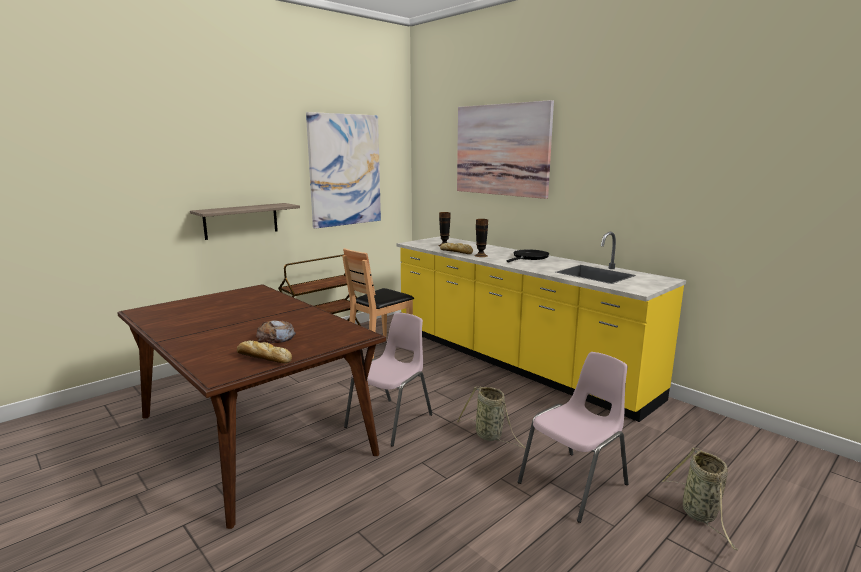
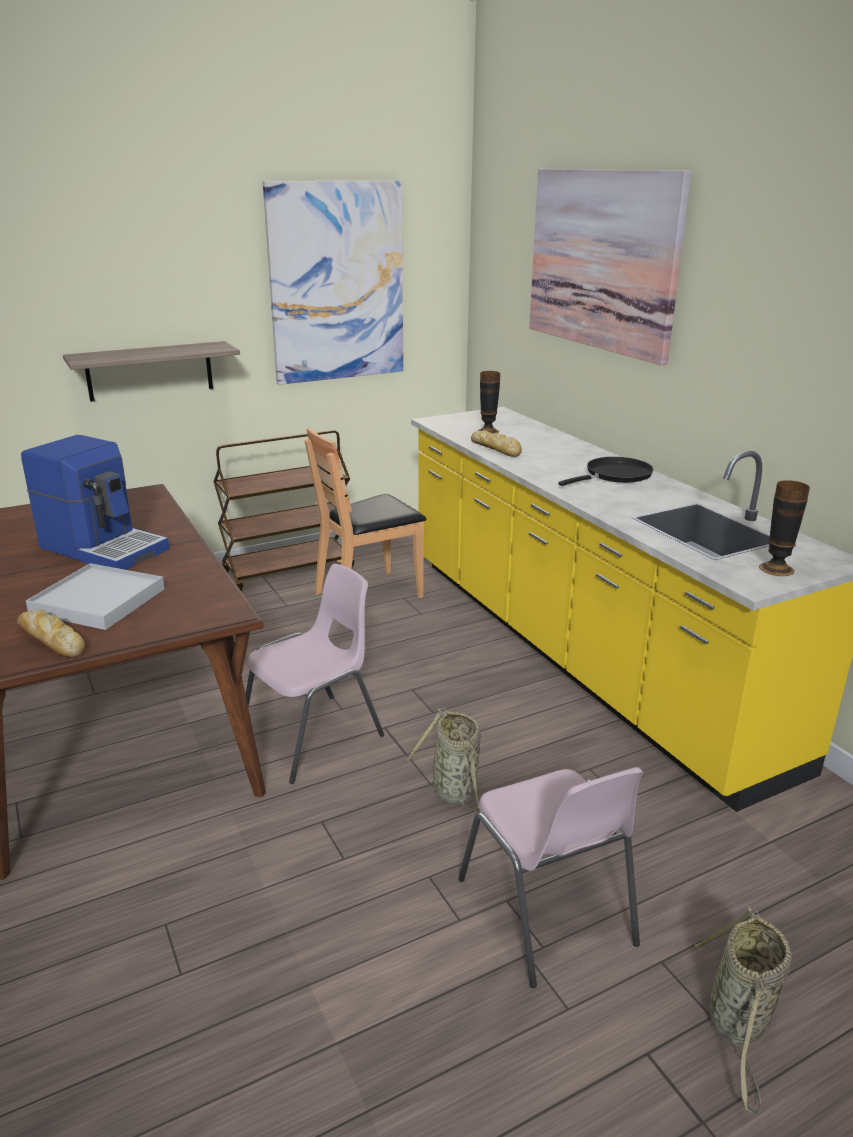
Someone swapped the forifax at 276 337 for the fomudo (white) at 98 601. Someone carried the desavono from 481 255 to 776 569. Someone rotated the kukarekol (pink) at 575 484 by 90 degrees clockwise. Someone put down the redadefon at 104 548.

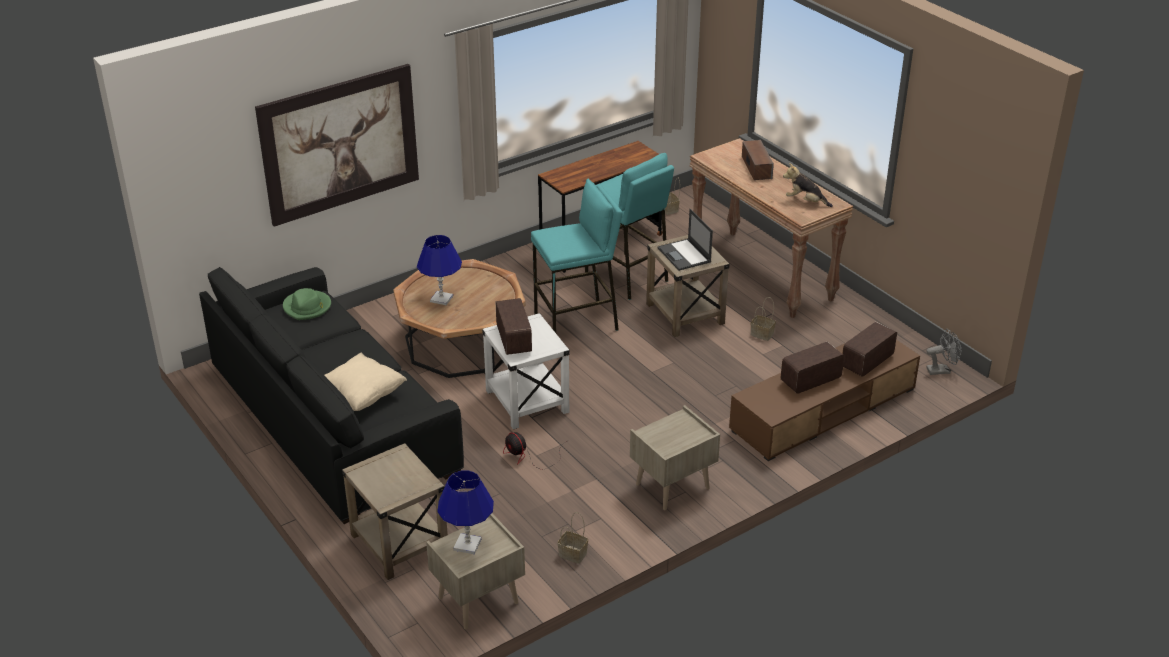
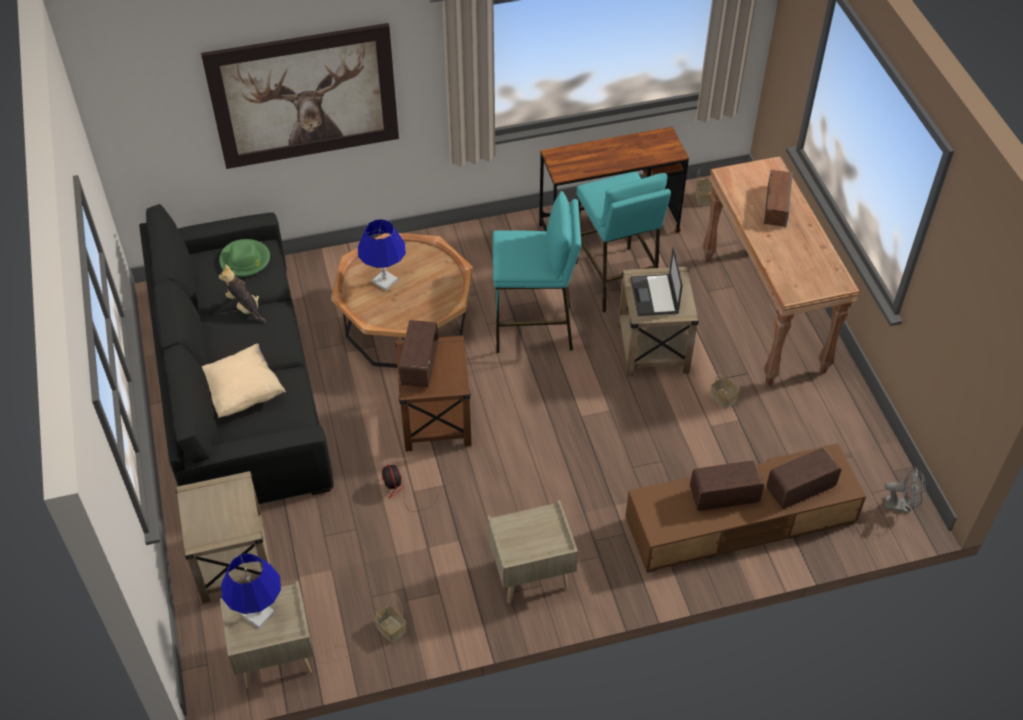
Someone repainted the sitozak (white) at 527 401, which became the sitozak (brown) at 435 419. Someone carried the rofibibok from 805 201 to 245 307.

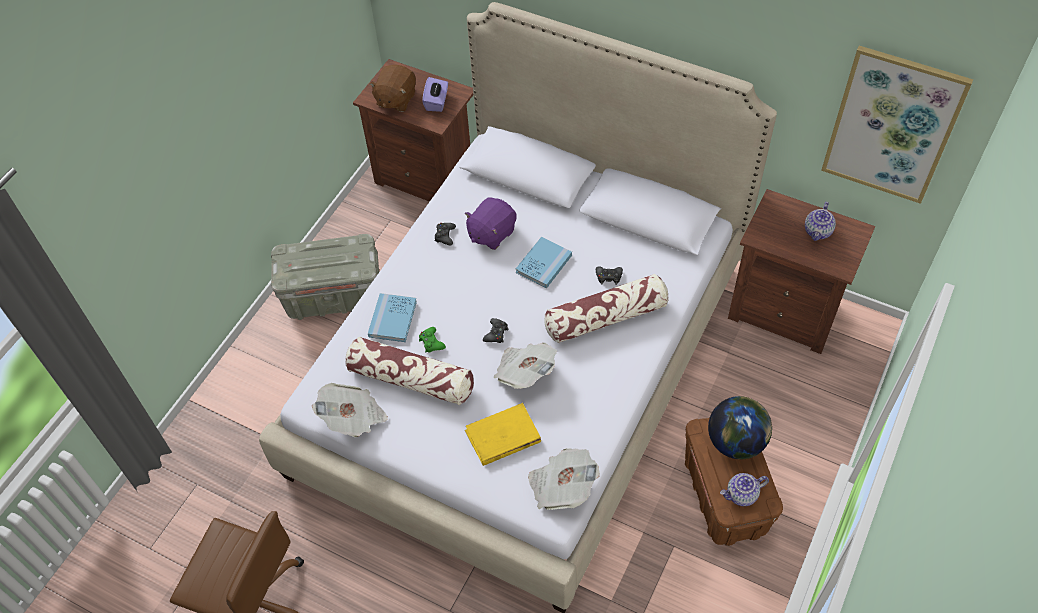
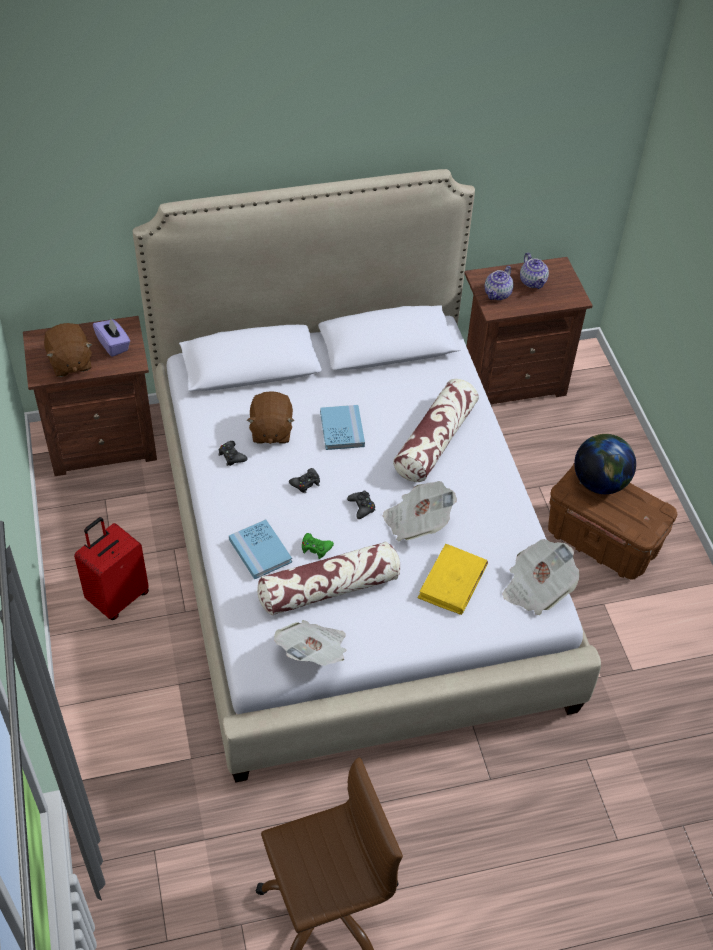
Someone swapped the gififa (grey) at 334 296 for the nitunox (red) at 117 597. Someone repainted the rofibibok (purple) at 491 233, which became the rofibibok (brown) at 270 431. Someone carried the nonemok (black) from 608 277 to 306 483. Someone carried the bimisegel from 741 495 to 498 294. Someone took away the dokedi at 892 125.

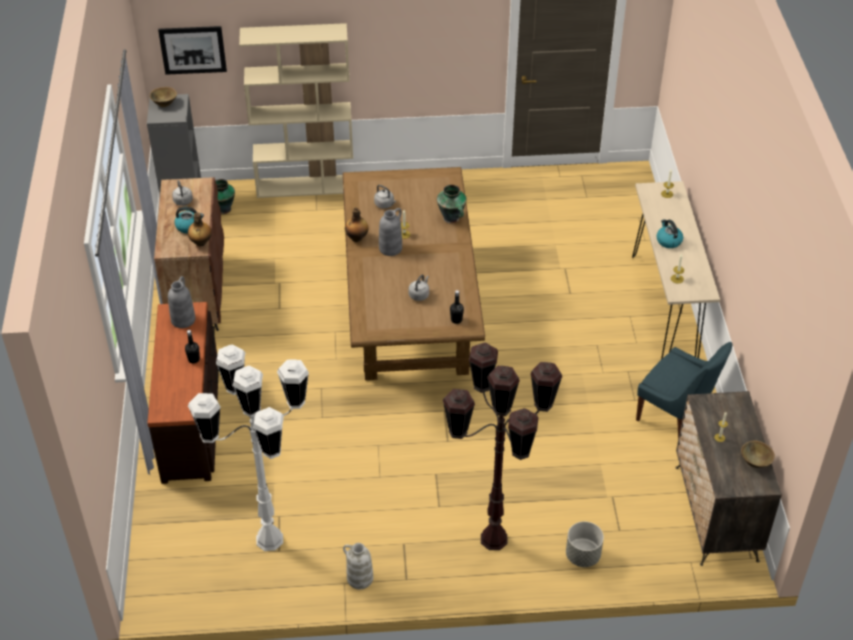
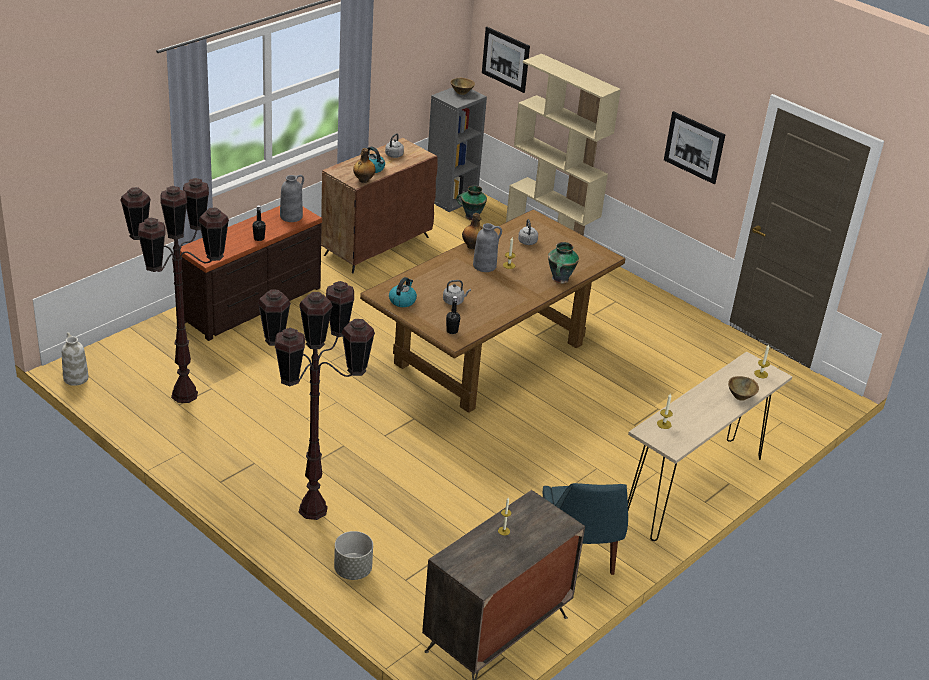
Someone repainted the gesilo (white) at 269 539, which became the gesilo (brown) at 184 394. Someone carried the desavono (white) from 359 578 to 75 378. Someone carried the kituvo from 668 241 to 402 300. Someone carried the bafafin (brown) from 755 462 to 741 396. Someone put up the dokedi at 694 147.

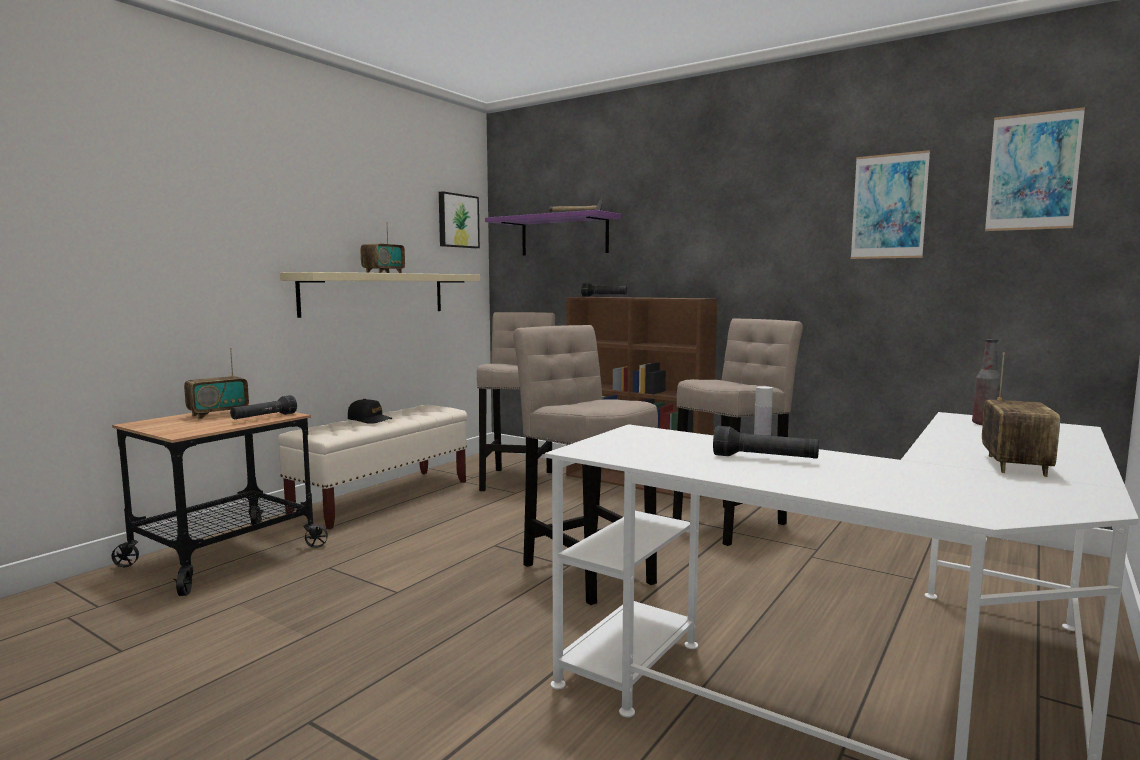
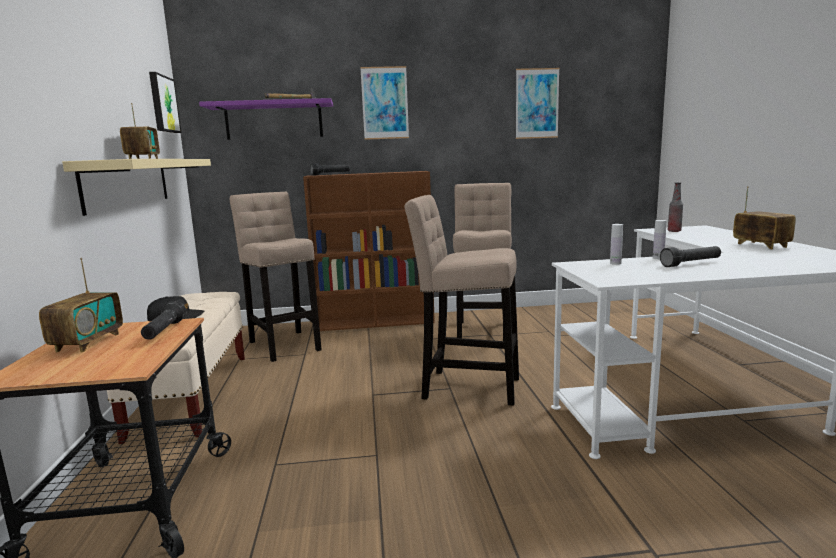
Someone carried the dokedi from 1032 172 to 385 103. Someone put down the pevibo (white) at 615 263.

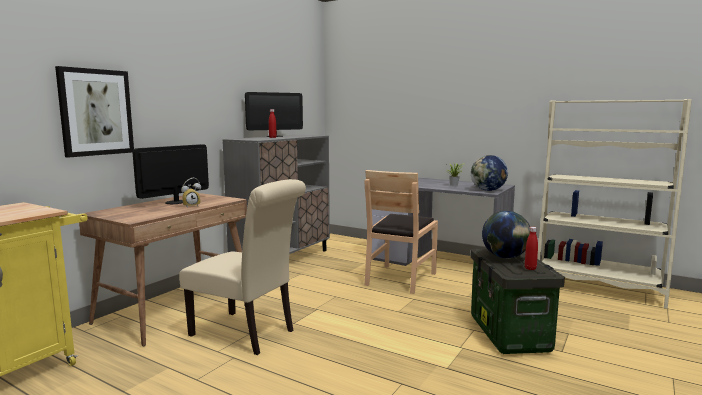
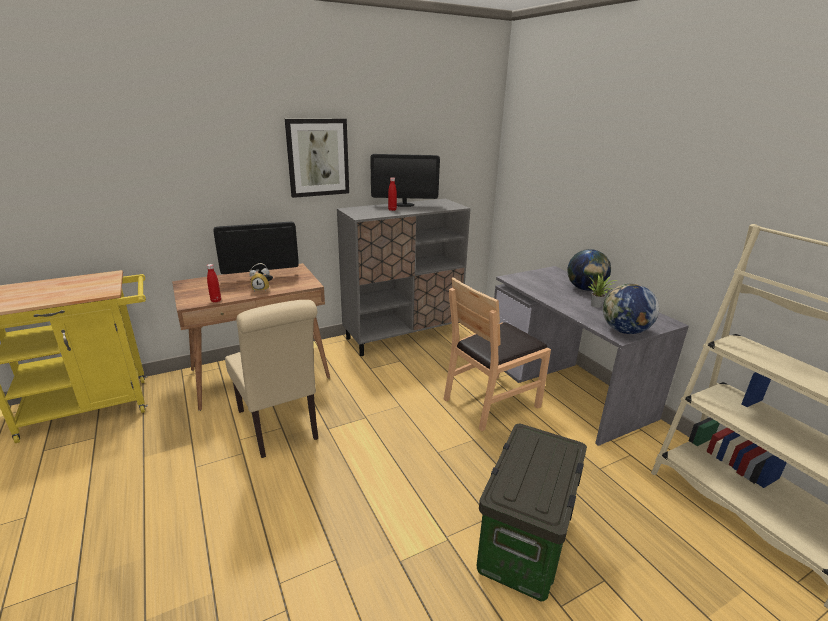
Someone carried the dokedi from 96 112 to 318 157. Someone carried the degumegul from 505 257 to 585 289. Someone carried the pevibo (red) from 530 268 to 216 300.

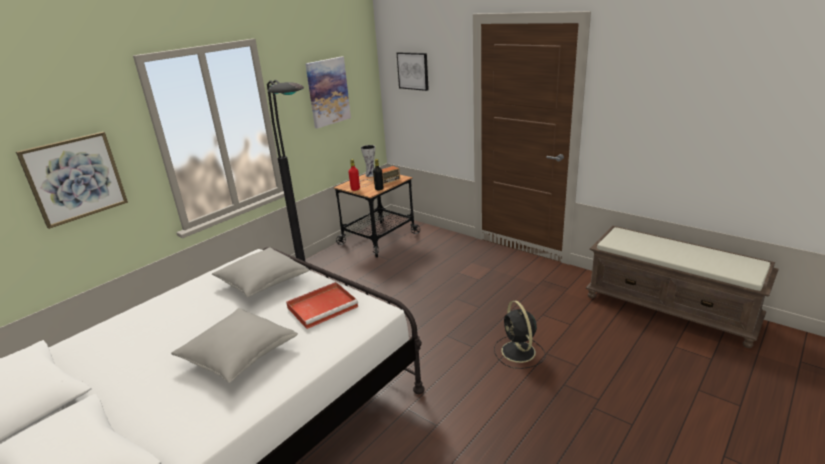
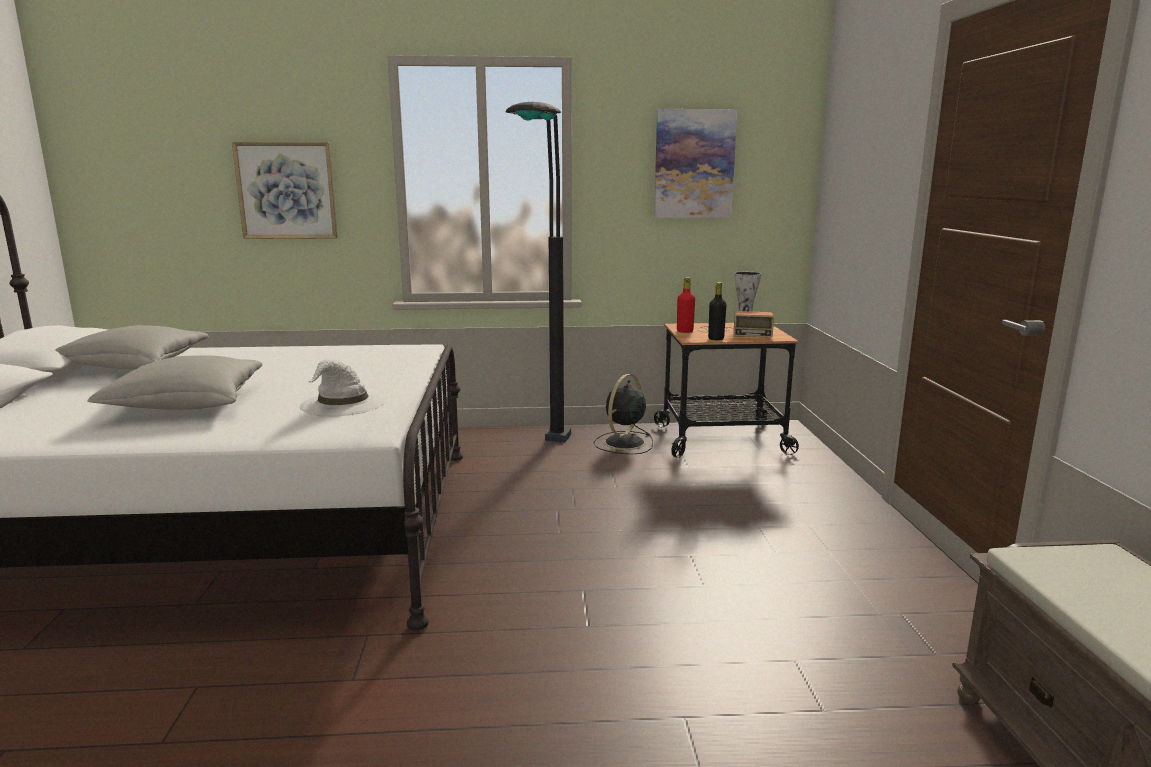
Someone carried the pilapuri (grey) from 262 282 to 134 365. Someone swapped the fomudo (red) at 323 306 for the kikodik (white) at 343 404. Someone took away the dokedi at 413 71. Someone carried the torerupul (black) from 519 352 to 623 443.

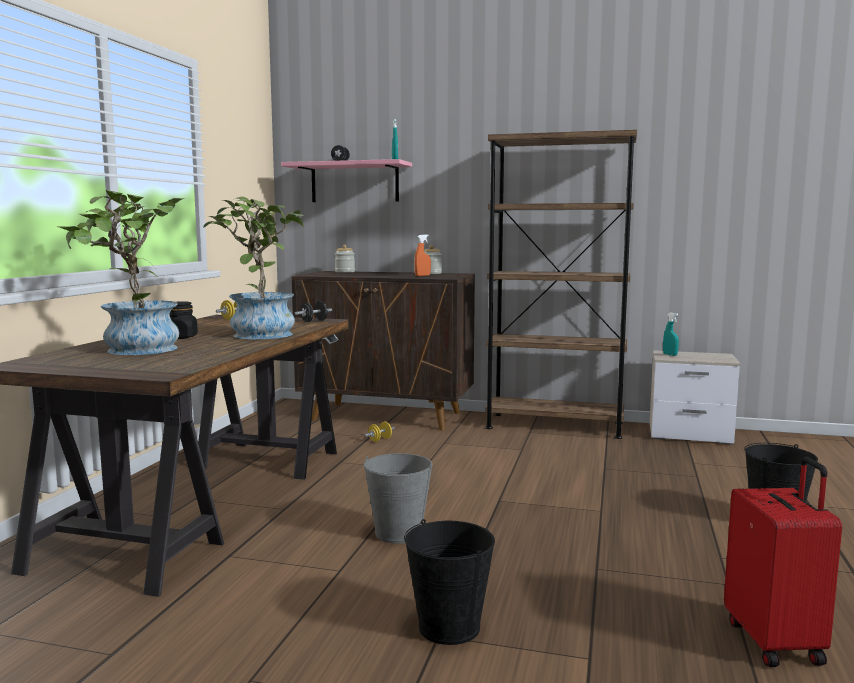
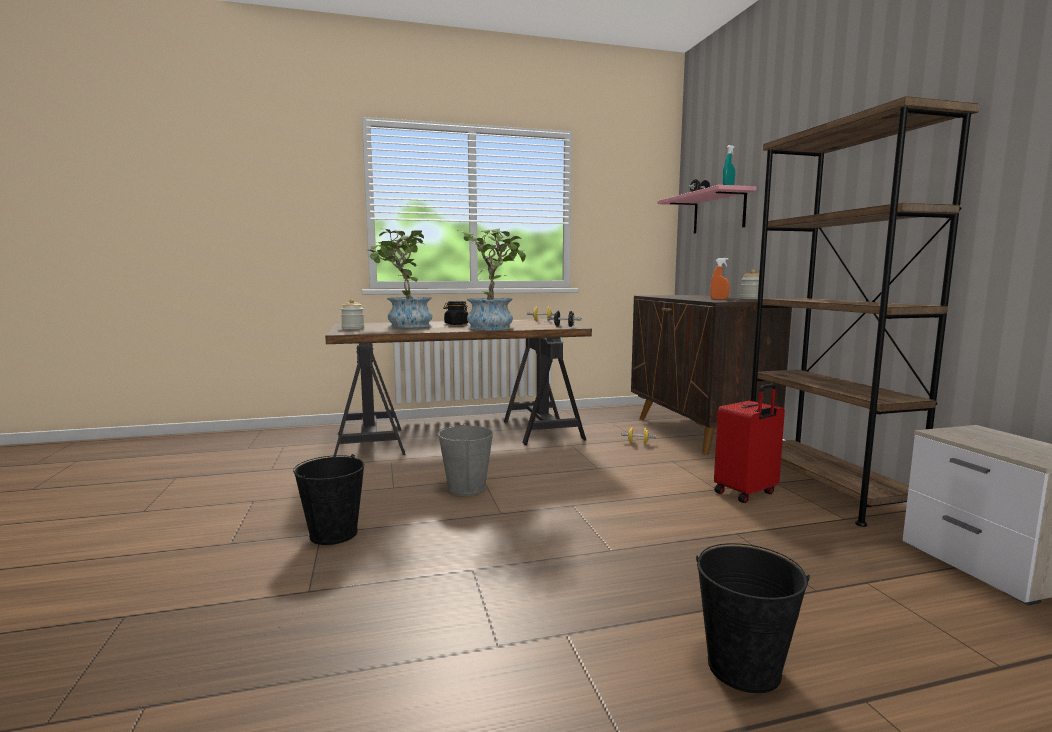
Someone carried the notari from 345 272 to 353 328. Someone took away the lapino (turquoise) at 670 355. Someone carried the nitunox (red) from 776 642 to 746 493.

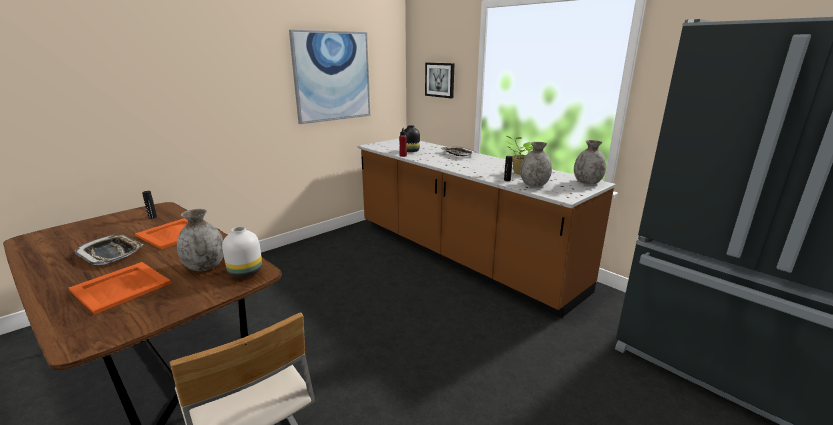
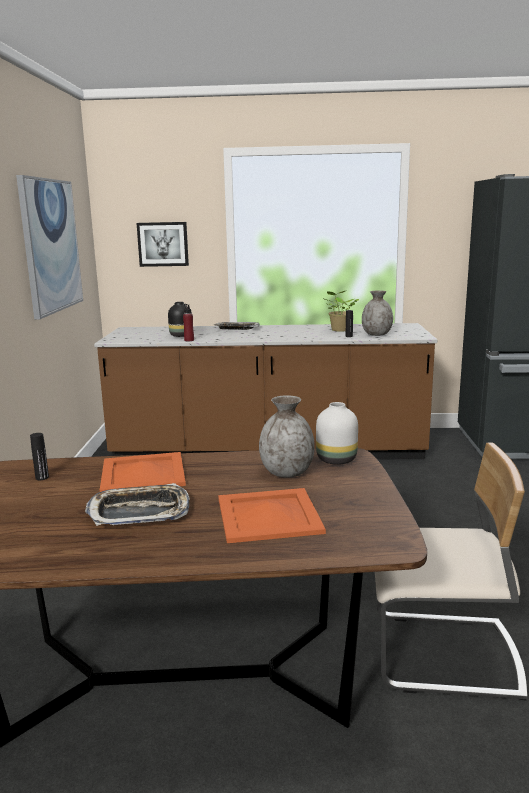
Someone took away the desavono (grey) at 587 182.

